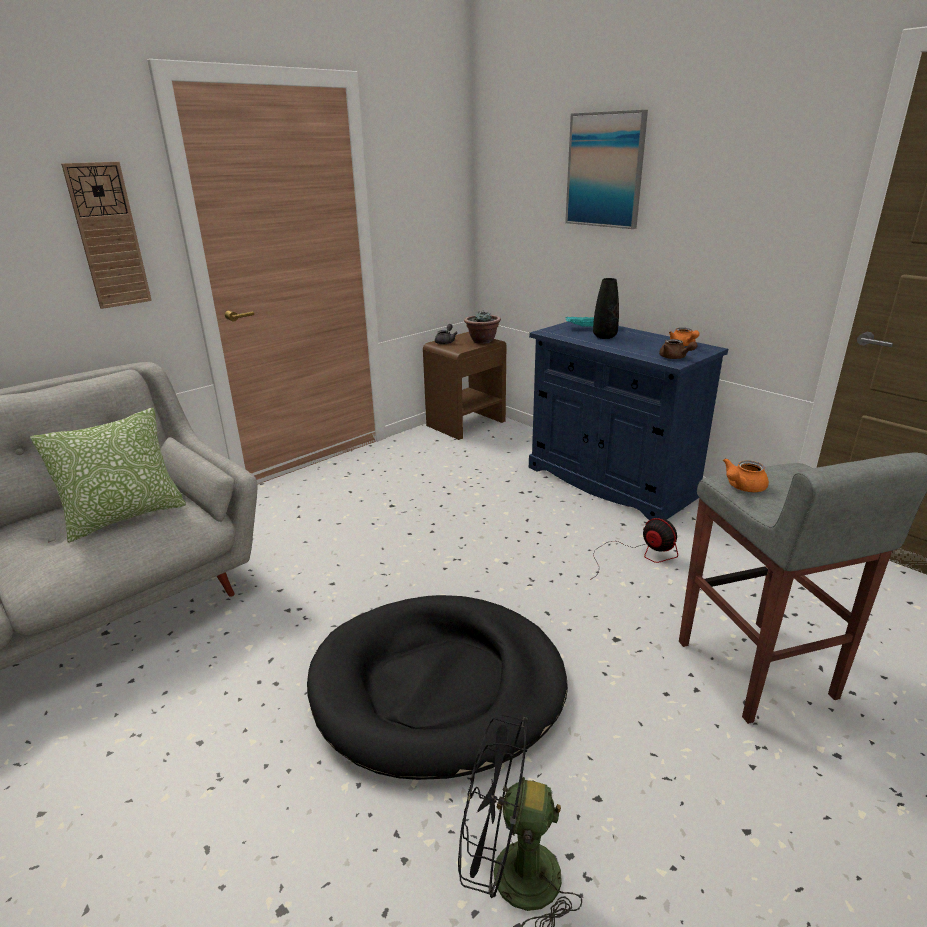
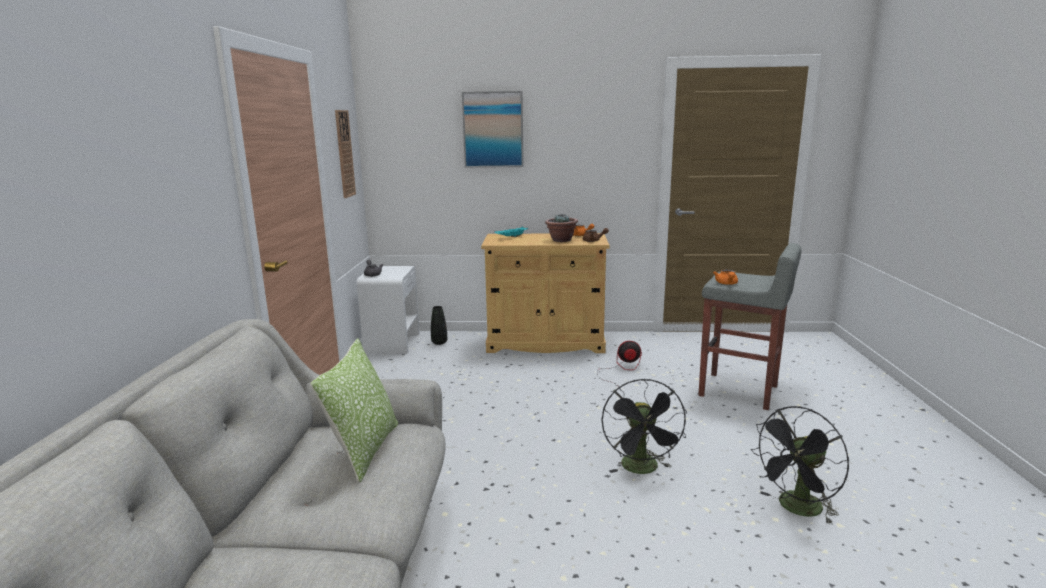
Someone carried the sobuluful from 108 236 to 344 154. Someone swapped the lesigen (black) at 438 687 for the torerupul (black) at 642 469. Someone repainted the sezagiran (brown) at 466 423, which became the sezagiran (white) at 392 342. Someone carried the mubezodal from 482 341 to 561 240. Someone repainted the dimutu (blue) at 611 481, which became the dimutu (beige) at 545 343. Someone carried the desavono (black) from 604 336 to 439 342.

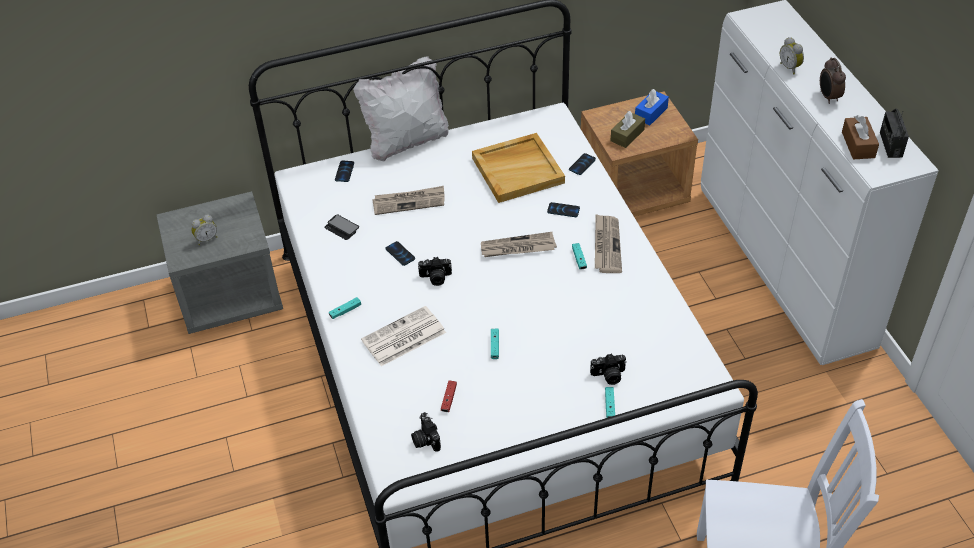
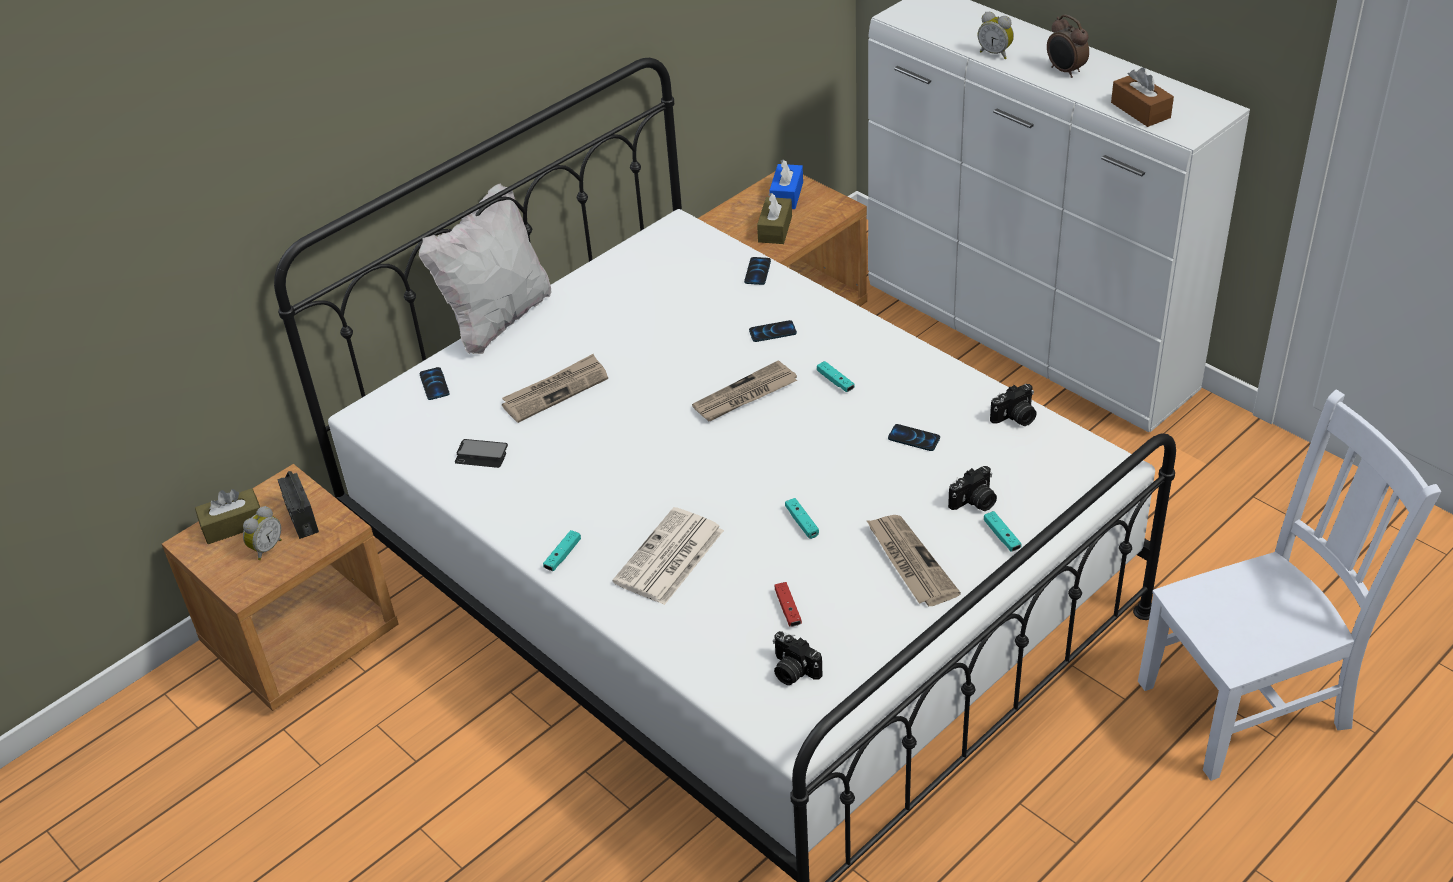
Someone repainted the sezagiran (grey) at 230 296, which became the sezagiran (brown) at 302 638. Someone carried the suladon from 400 254 to 914 438. Someone carried the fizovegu from 435 278 to 1015 418. Someone took away the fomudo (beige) at 518 170. Someone carried the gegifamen from 606 245 to 909 562. Someone carried the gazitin from 890 145 to 302 519. Someone put down the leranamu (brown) at 233 525.

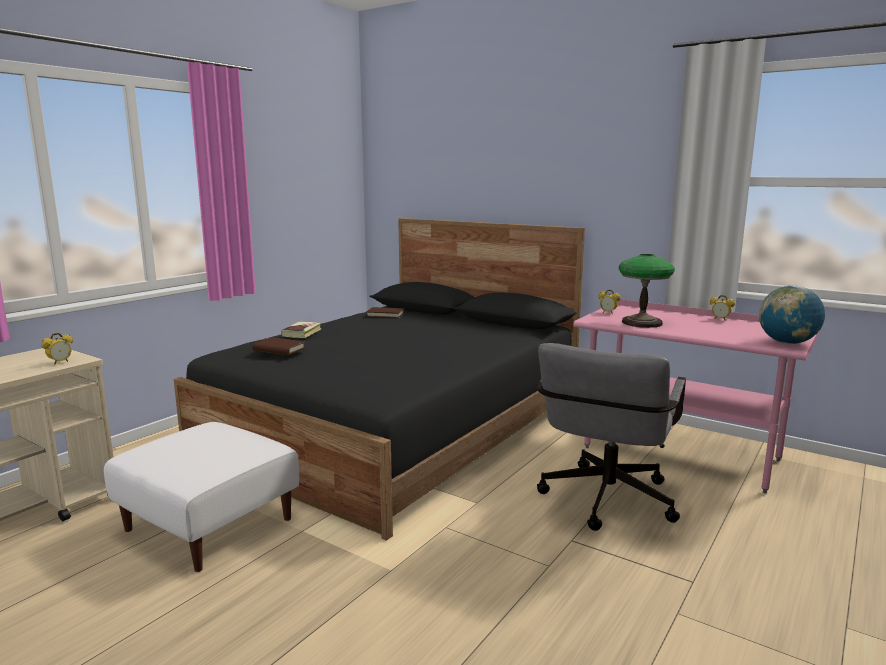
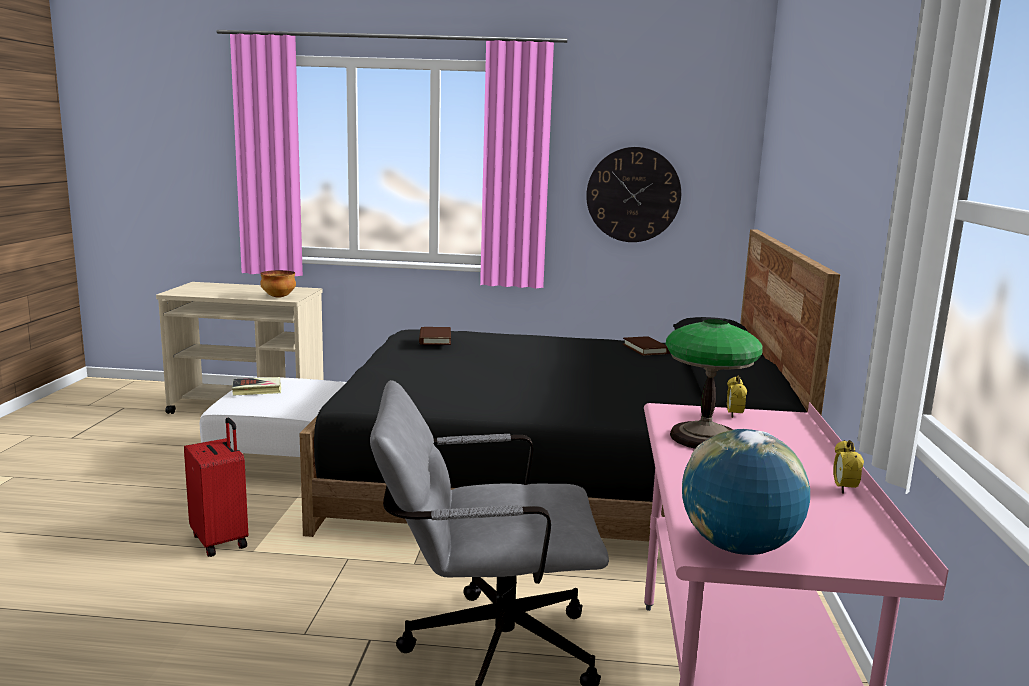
Someone swapped the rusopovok at 60 362 for the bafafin at 279 297. Someone carried the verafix from 302 333 to 257 390. Someone put down the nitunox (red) at 221 540. Someone put up the sobuluful at 633 195.

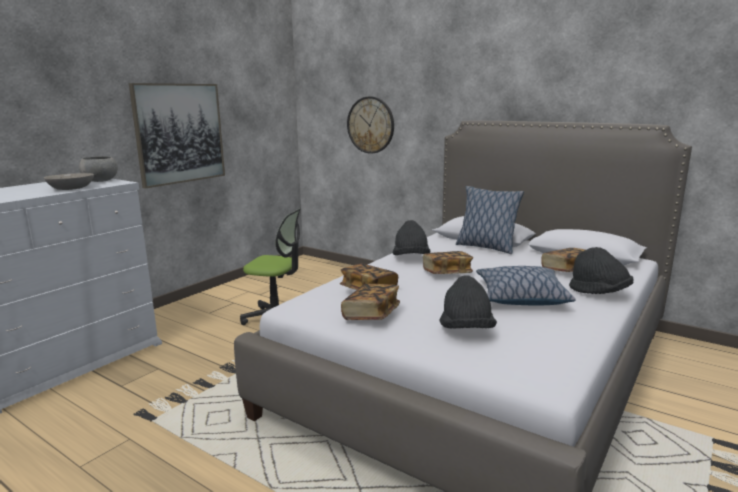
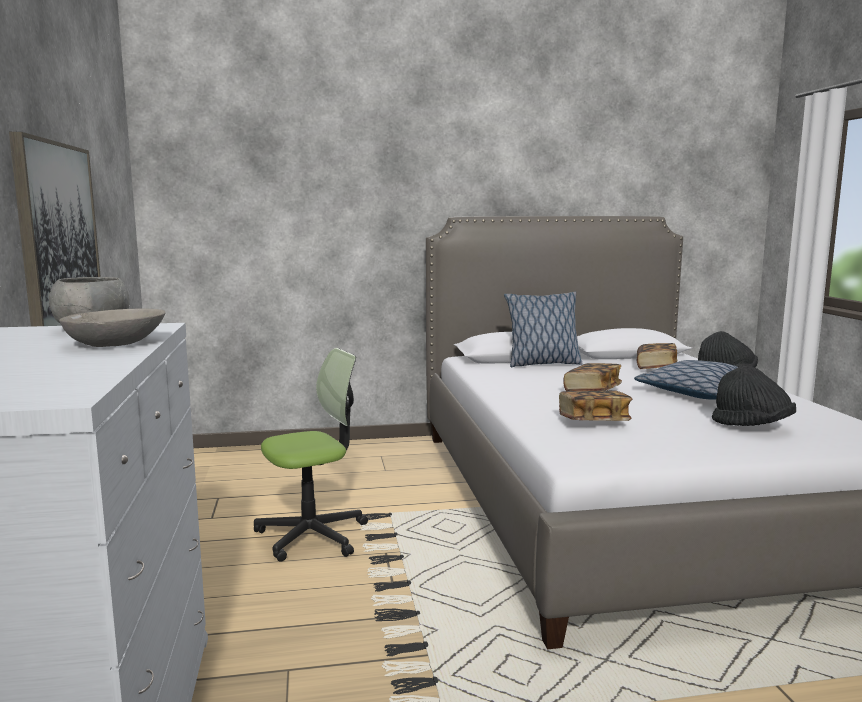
Someone took away the verafix at 371 314. Someone took away the sobuluful at 370 125. Someone took away the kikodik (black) at 411 258.

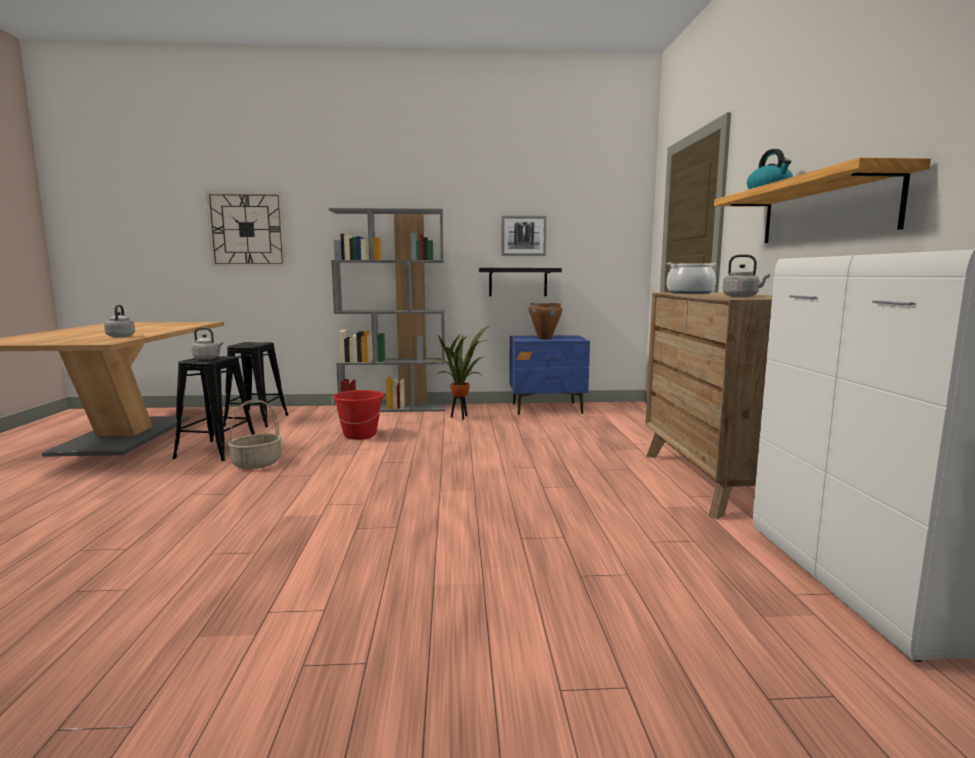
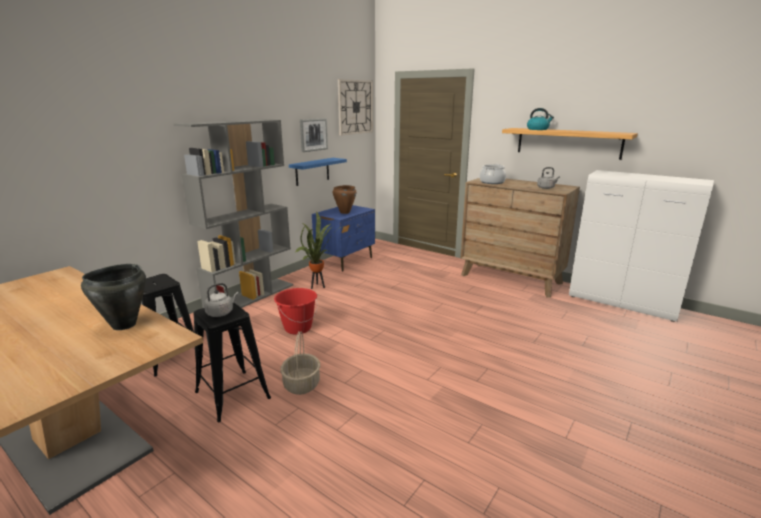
Someone swapped the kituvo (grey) at 121 336 for the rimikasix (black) at 123 325. Someone carried the sobuluful from 247 229 to 355 107. Someone repainted the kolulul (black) at 518 282, which became the kolulul (blue) at 312 171.

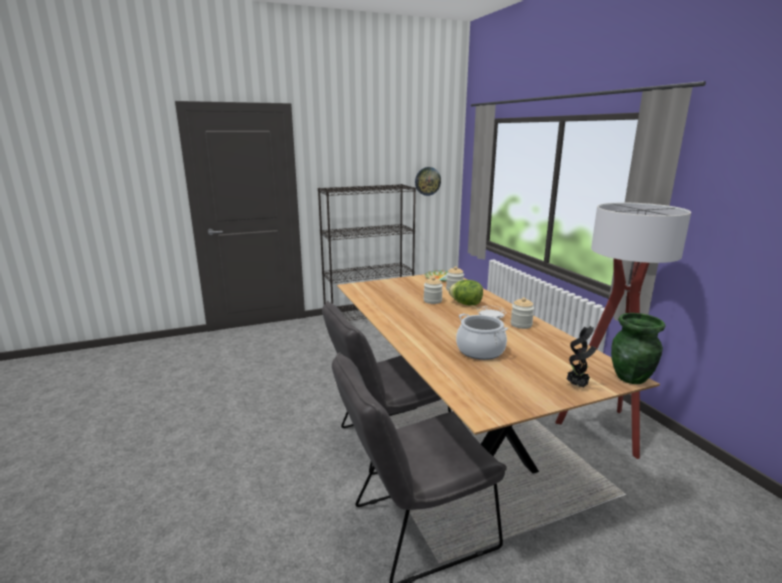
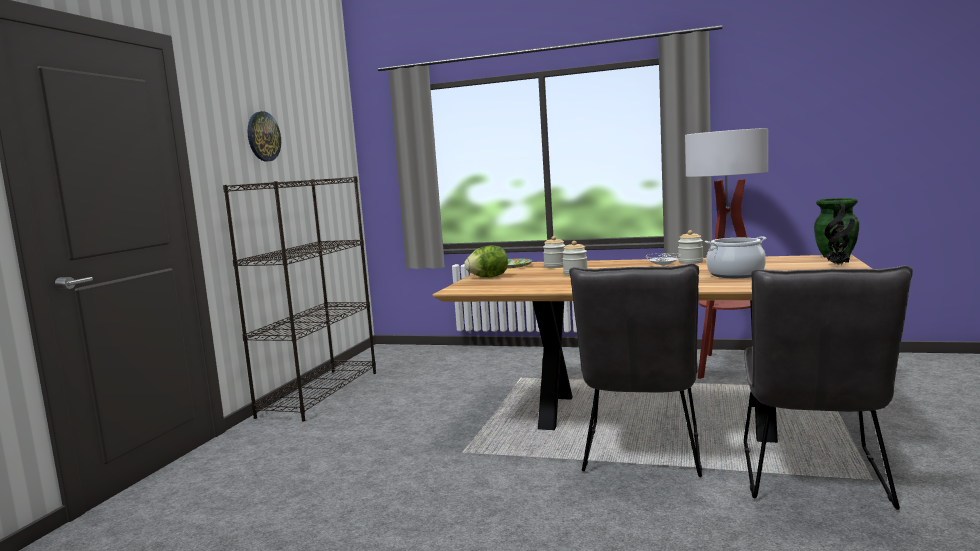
Someone carried the sobuluful from 427 181 to 263 136. Someone carried the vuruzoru from 466 304 to 488 277.

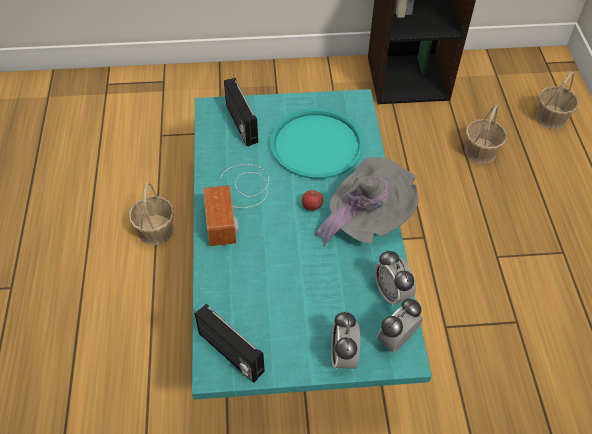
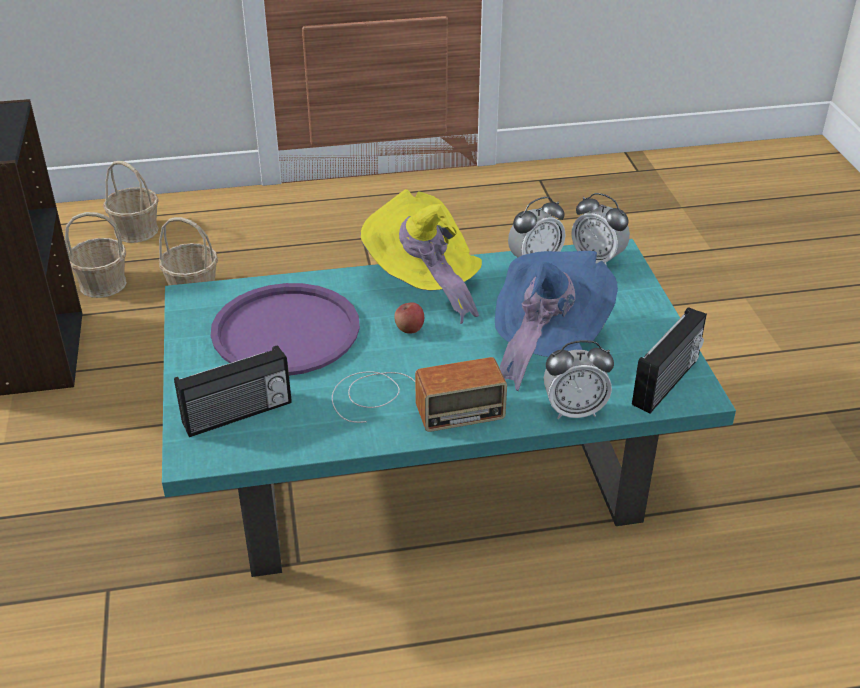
Someone carried the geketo from 156 230 to 102 284. Someone repainted the fomudo (turquoise) at 316 144, which became the fomudo (purple) at 286 331. Someone repainted the kikodik (grey) at 366 219, which became the kikodik (yellow) at 424 283. Someone carried the rusopovok from 343 356 to 574 410. Someone put down the kikodik (blue) at 545 342.

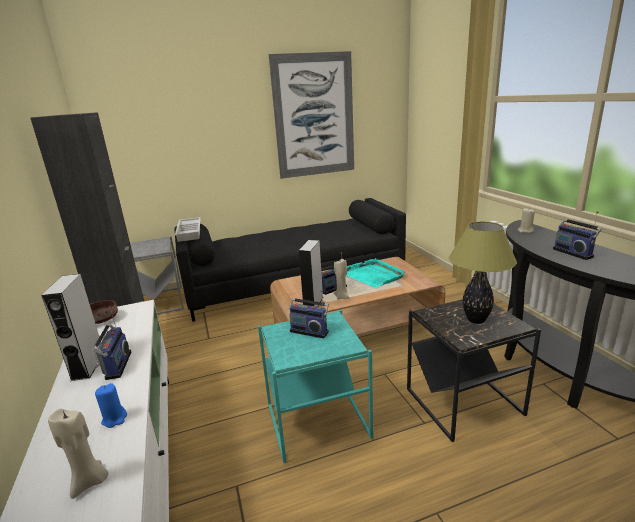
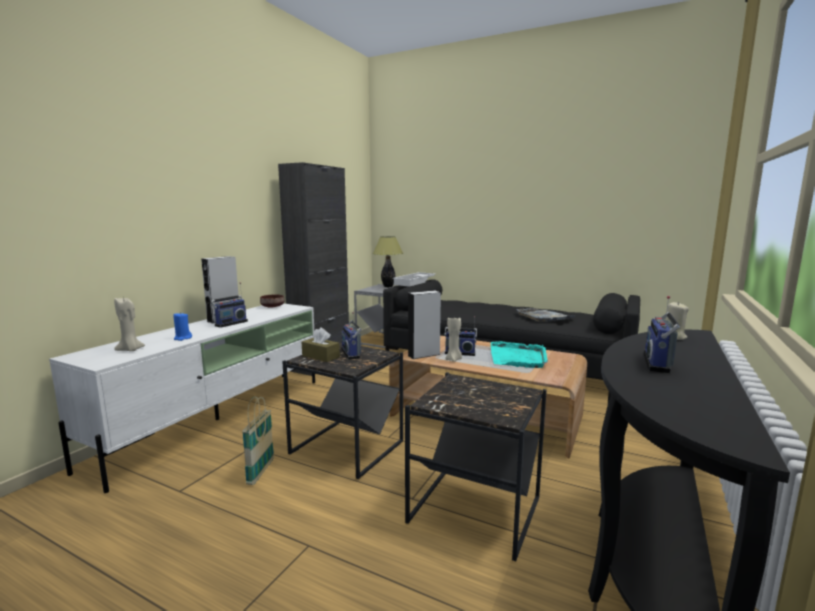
Someone repainted the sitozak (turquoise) at 316 421, which became the sitozak (black) at 346 447. Someone took away the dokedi at 314 116. Someone carried the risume from 475 320 to 388 286. Someone put down the geketo at 261 471. Someone put down the leranamu (brown) at 320 356. Someone put down the fomudo (grey) at 543 317.

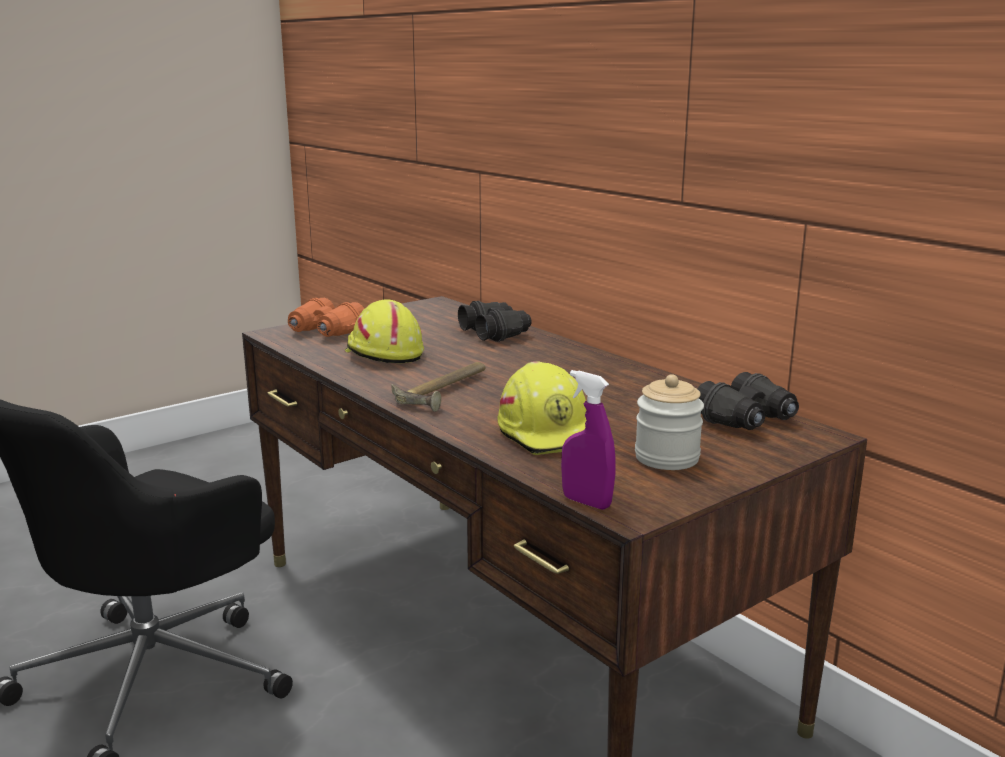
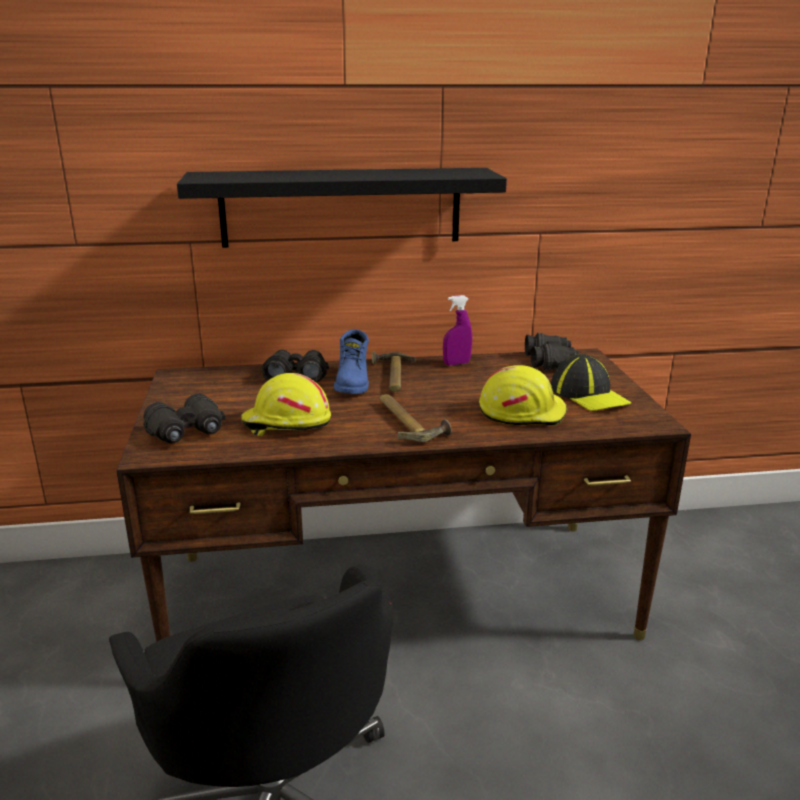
Someone repainted the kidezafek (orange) at 325 332, which became the kidezafek (black) at 187 433. Someone carried the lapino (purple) from 586 502 to 456 363. Someone swapped the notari at 667 458 for the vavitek at 589 395. Someone put up the kolulul (black) at 341 207. Someone put down the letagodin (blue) at 353 383. Someone put down the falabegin at 391 376.

